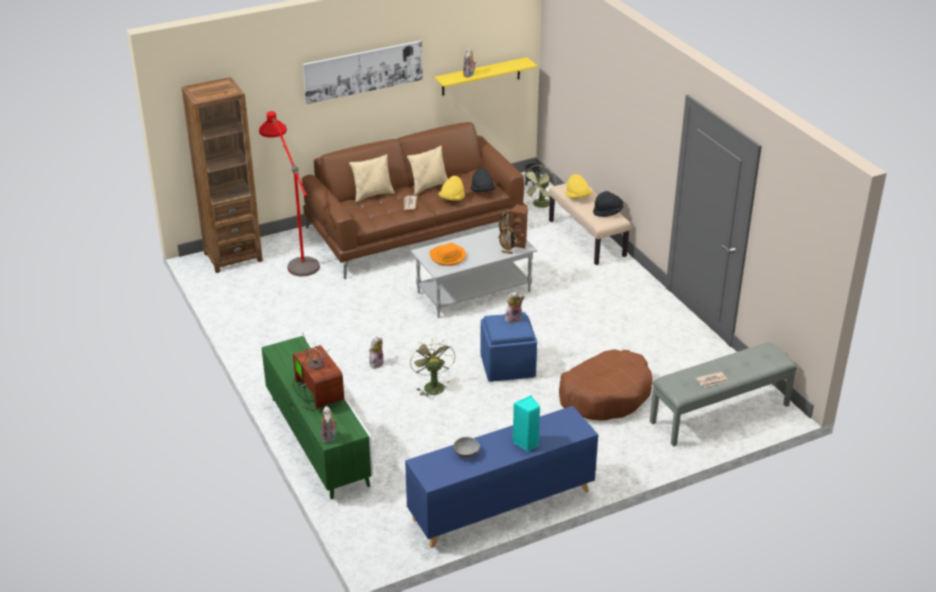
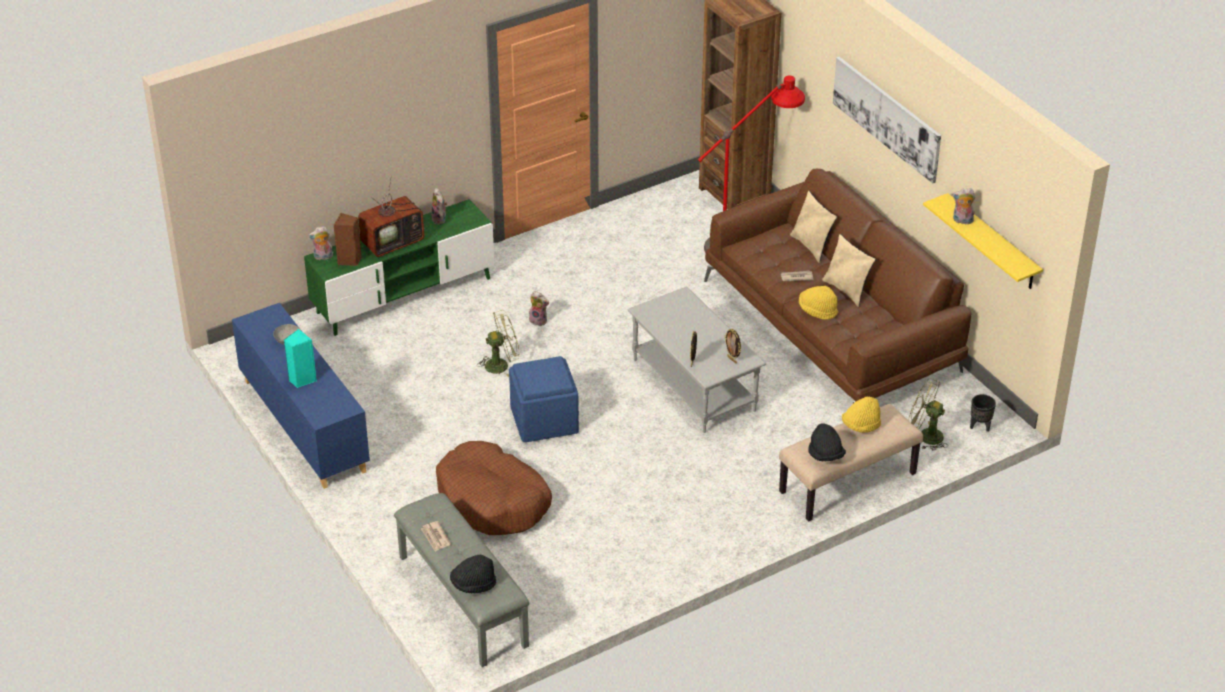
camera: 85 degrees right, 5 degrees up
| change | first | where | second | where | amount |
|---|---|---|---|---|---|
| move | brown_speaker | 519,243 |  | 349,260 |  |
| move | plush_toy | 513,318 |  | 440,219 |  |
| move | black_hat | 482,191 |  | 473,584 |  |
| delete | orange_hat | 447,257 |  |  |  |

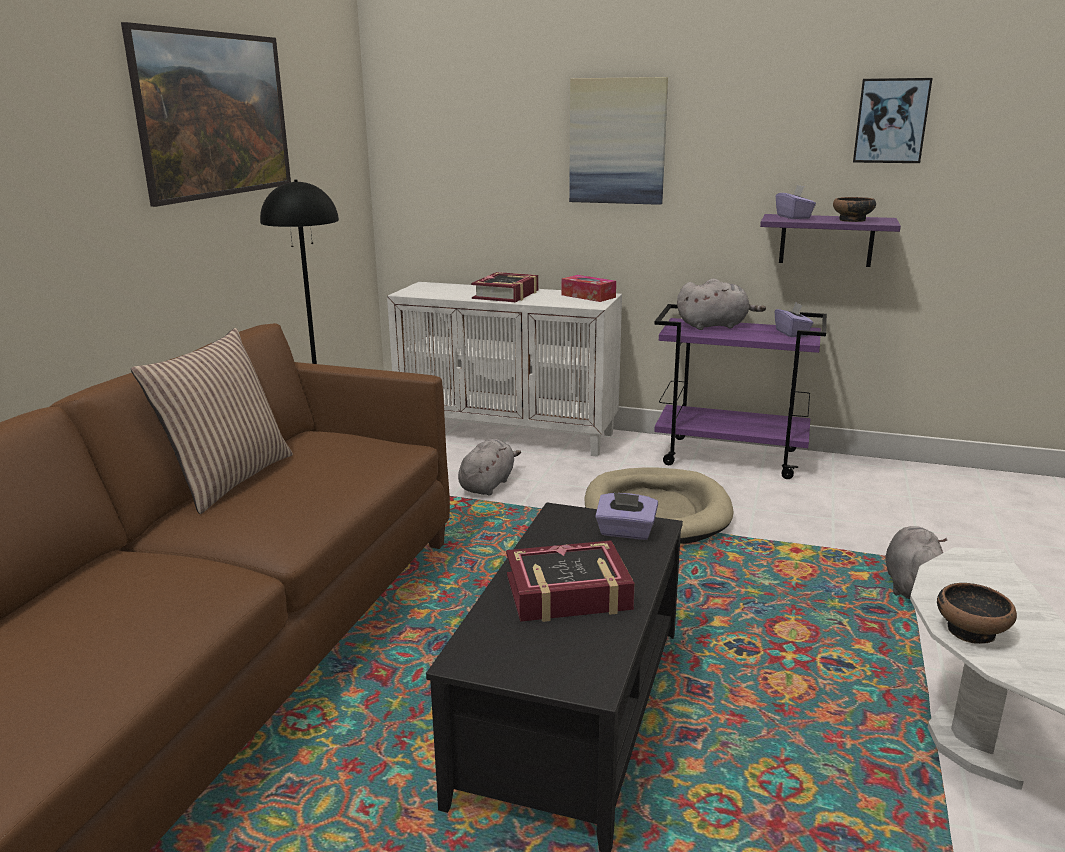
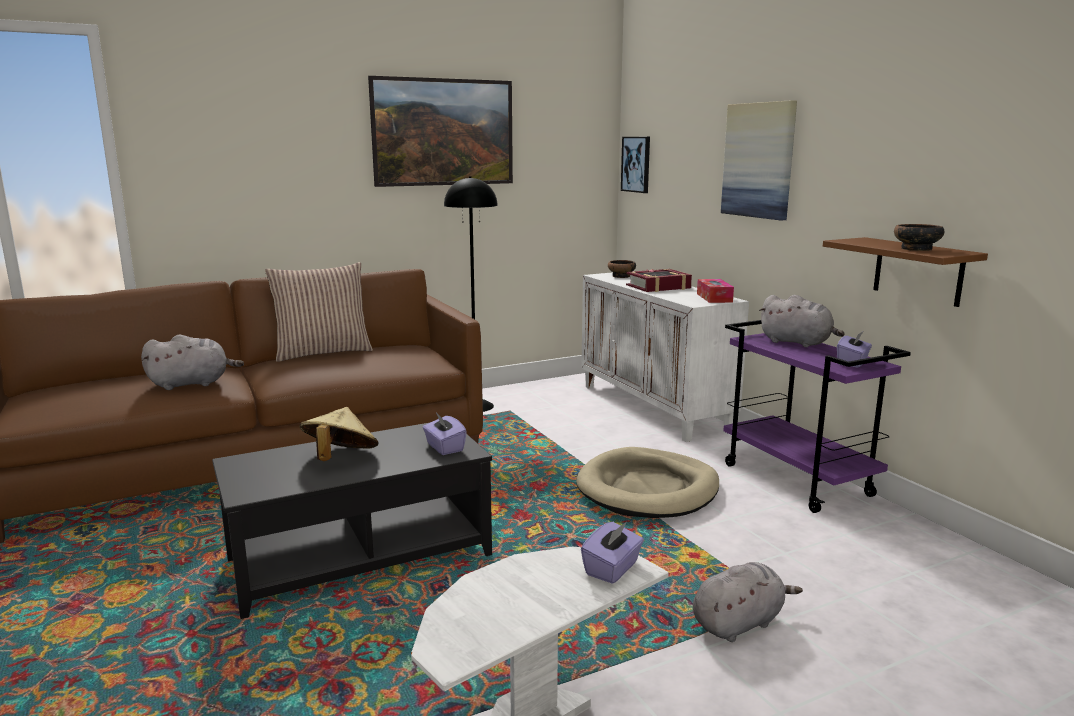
camera: 45 degrees right, 5 degrees down
| change | first | where | second | where | amount |
|---|---|---|---|---|---|
| move | grey_plush_toy | 488,485 |  | 193,384 |  |
| replace | book | 568,593 | beige_hat | 340,458 |  |
| move | purple_tissue_box | 794,217 |  | 612,569 |  |
| move | bowl | 971,631 |  | 621,276 |  |
| move | picture | 891,121 |  | 636,164 |  |
| recolor | purple_shelf | 826,240 | brown_shelf | 918,271 |  |

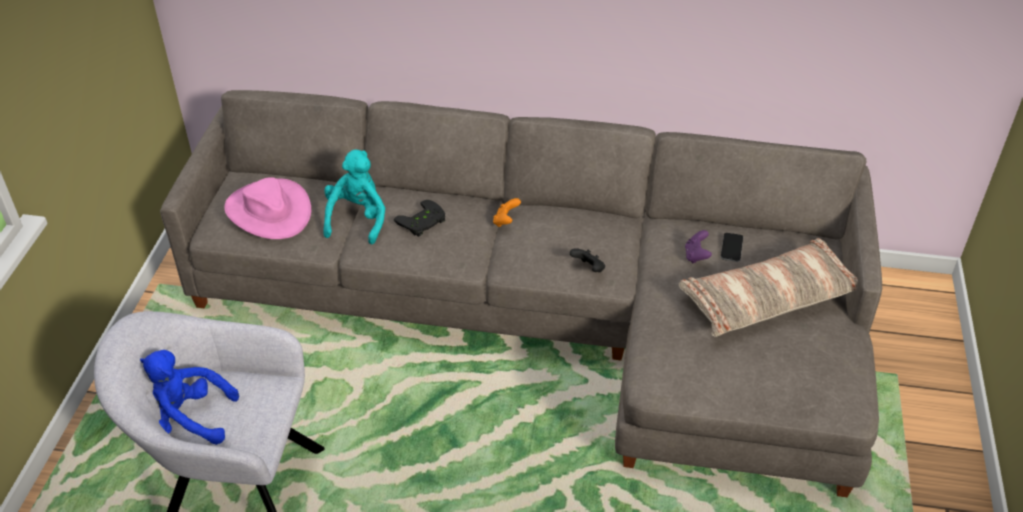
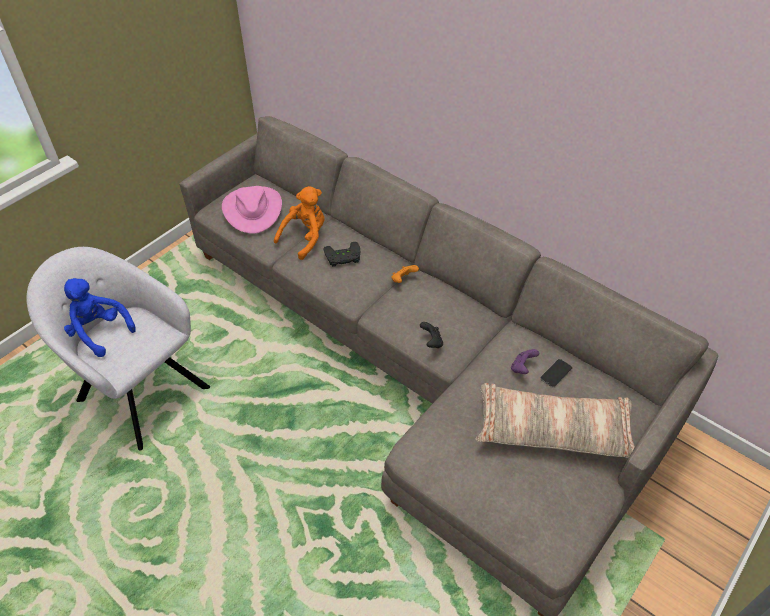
camera: 30 degrees right, 5 degrees up
| change | first | where | second | where | amount |
|---|---|---|---|---|---|
| recolor | turquoise_plush_toy | 357,219 | orange_plush_toy | 305,238 |  |

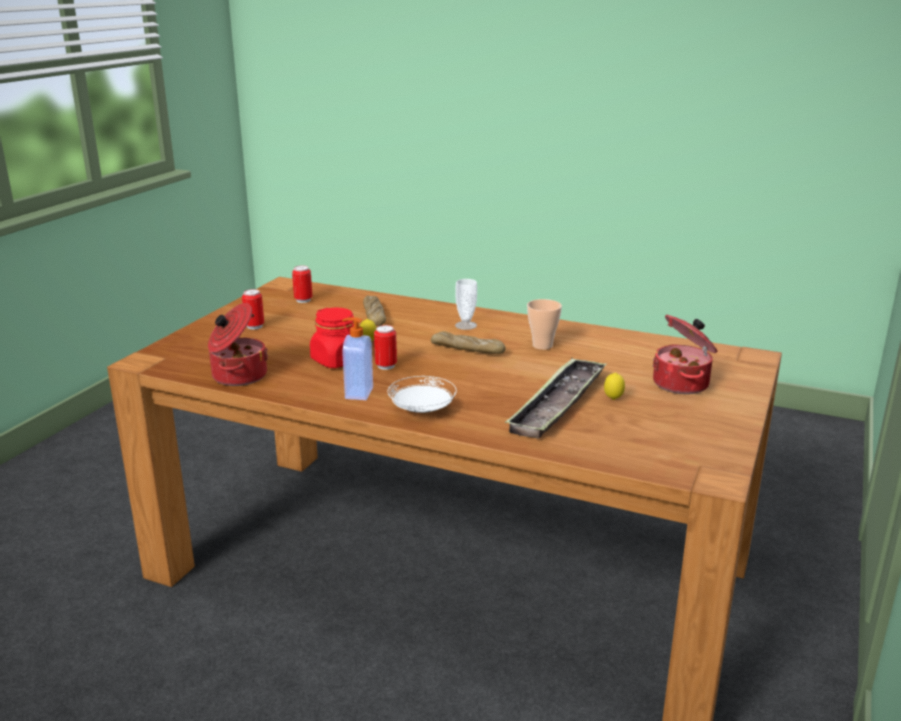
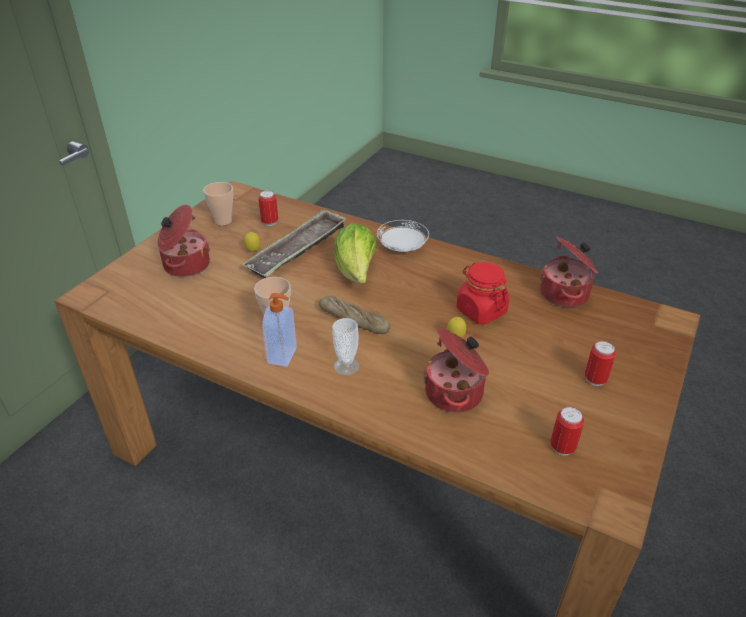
camera: 175 degrees left, 15 degrees up
| change | first | where | second | where | amount |
|---|---|---|---|---|---|
| insert |  |  | cup | 223,221 |  |
| move | can | 386,366 |  | 270,222 |  |
| move | soap_dispenser | 358,393 |  | 283,356 |  |
| insert |  |  | lettuce | 356,272 |  |
| replace | bread | 374,317 | cooking_pot | 455,393 |  |

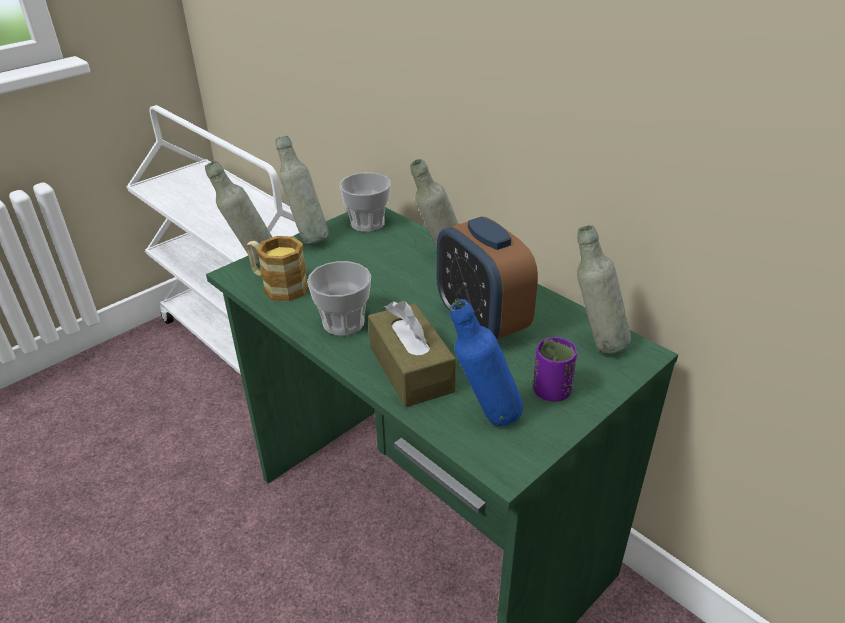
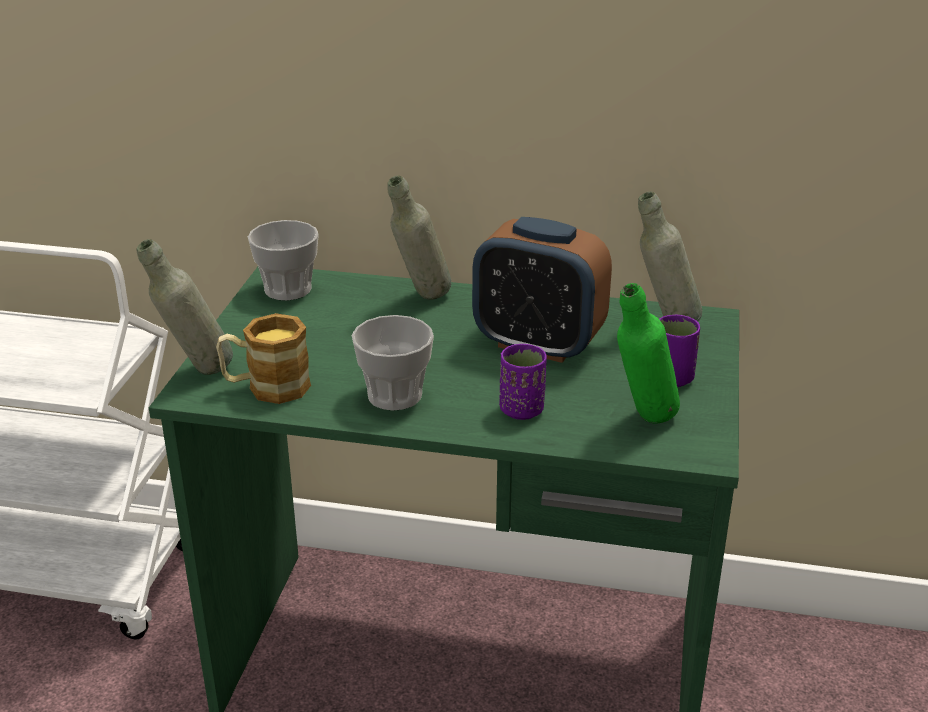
camera: 35 degrees left, 5 degrees down
| change | first | where | second | where | amount |
|---|---|---|---|---|---|
| replace | brown_tissue_box | 411,369 | purple_cup | 521,410 |  |
| recolor | blue_bottle | 485,419 | green_bottle | 642,423 |  |
| delete | grey_bottle | 307,239 |  |  |  |

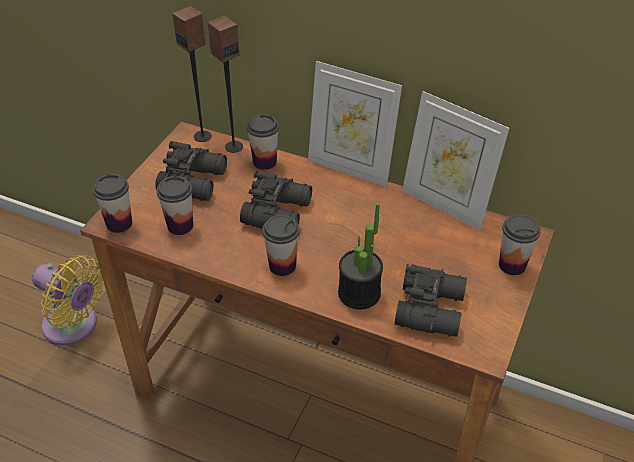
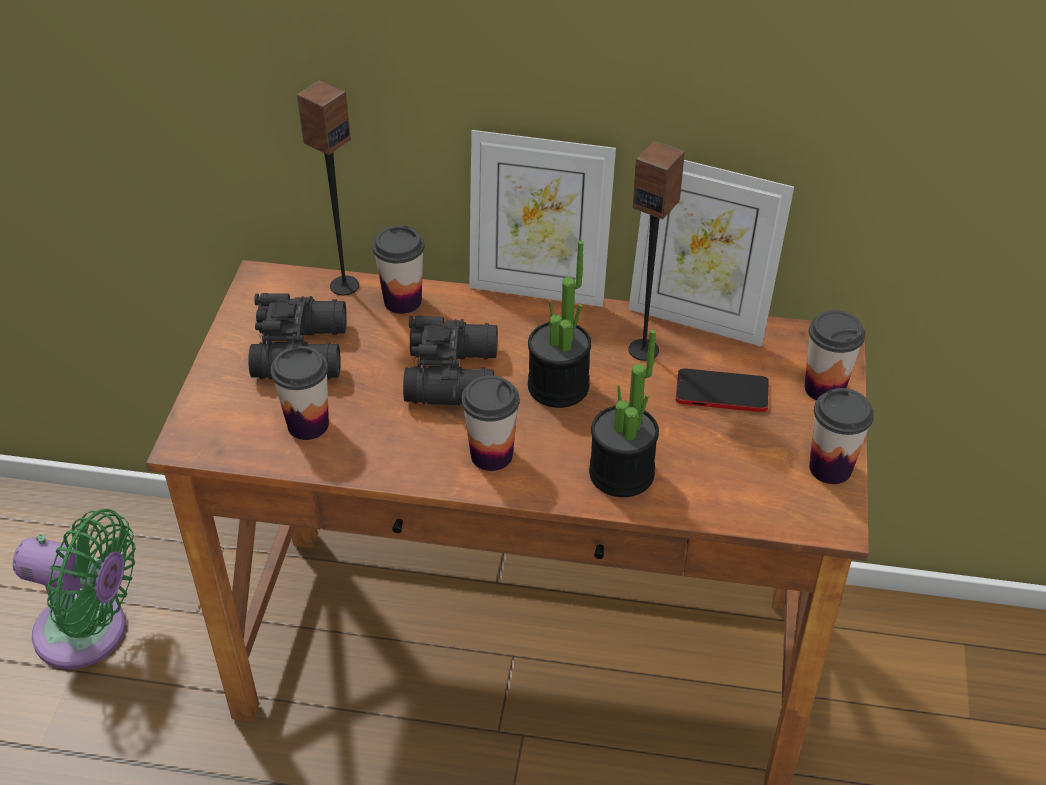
camera: 15 degrees left, 0 degrees up
| change | first | where | second | where | amount |
|---|---|---|---|---|---|
| recolor | yellow_fan | 74,326 | green_fan | 90,633 |  |
| insert |  |  | potted_plant | 558,386 |  |
| move | speaker | 203,136 |  | 644,349 |  |
| insert |  |  | phone | 722,392 |  |
| move | cup | 119,223 |  | 830,468 |  |
| delete | black_binoculars | 432,308 |  |  |  |

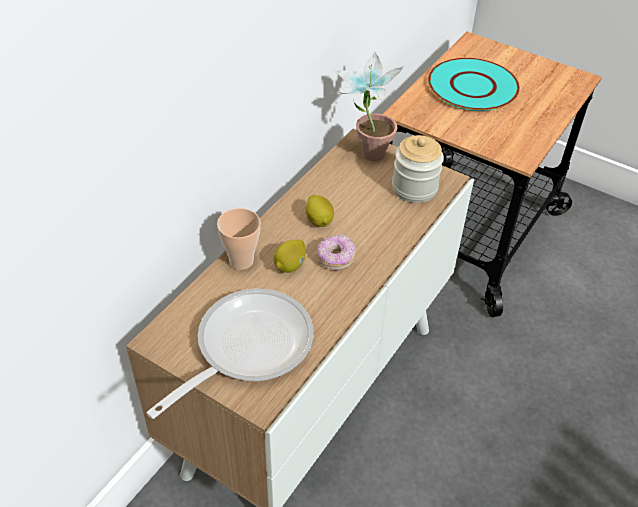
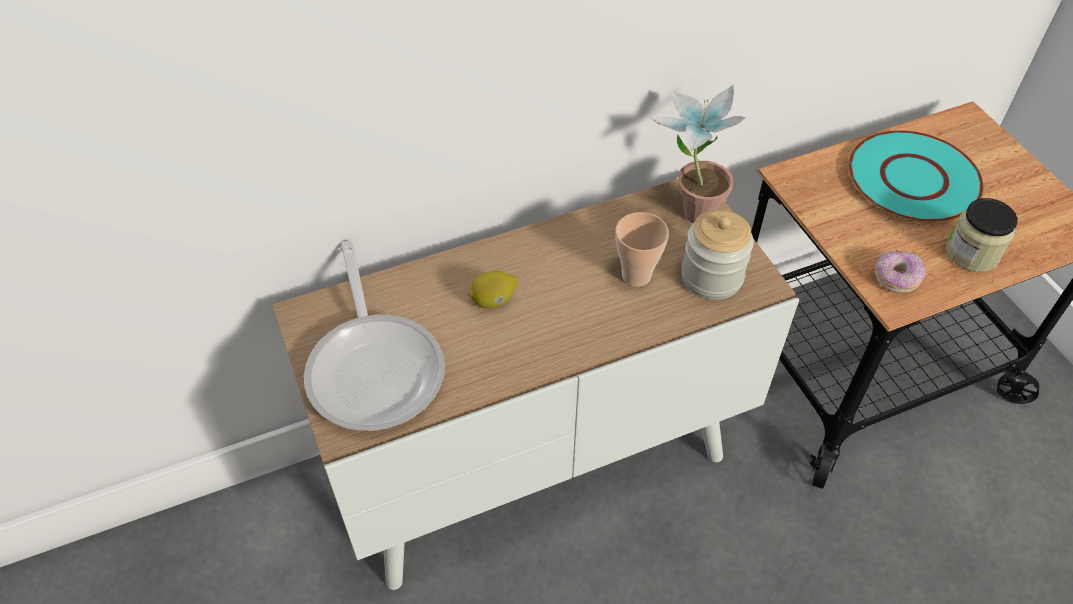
camera: 35 degrees right, 5 degrees up
| change | first | where | second | where | amount |
|---|---|---|---|---|---|
| rotate | frying_pan | 246,348 |  | 375,367 | 90 degrees clockwise |
| move | cup | 241,261 |  | 636,275 |  |
| move | donut | 335,258 |  | 896,278 |  |
| insert |  |  | jar | 972,253 |  |
| delete | lemon | 319,220 |  |  |  |

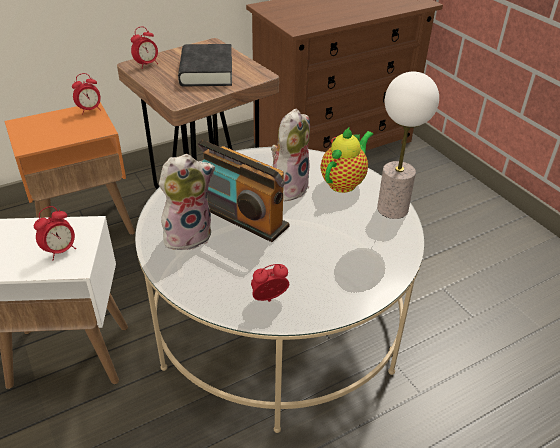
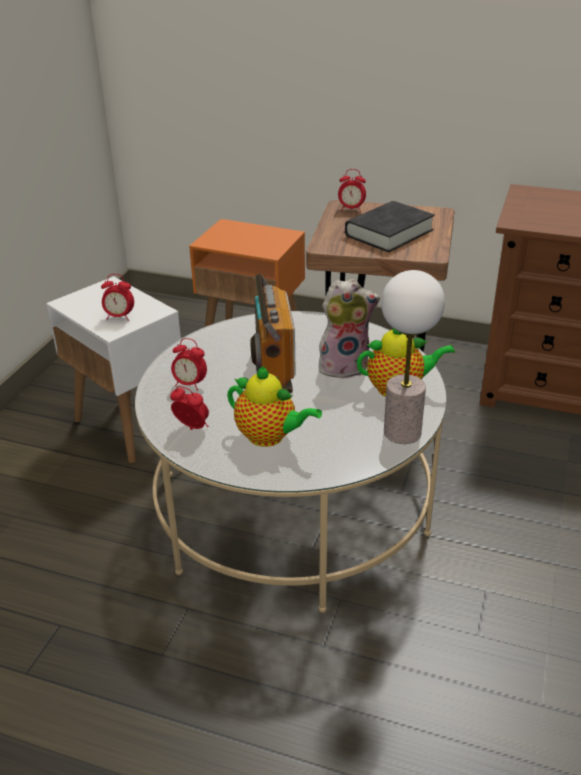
camera: 50 degrees right, 5 degrees down
| change | first | where | second | where | amount |
|---|---|---|---|---|---|
| move | alarm_clock | 90,110 |  | 190,384 |  |
| insert |  |  | teapot | 269,437 |  |
| delete | plush_toy | 188,235 |  |  |  |

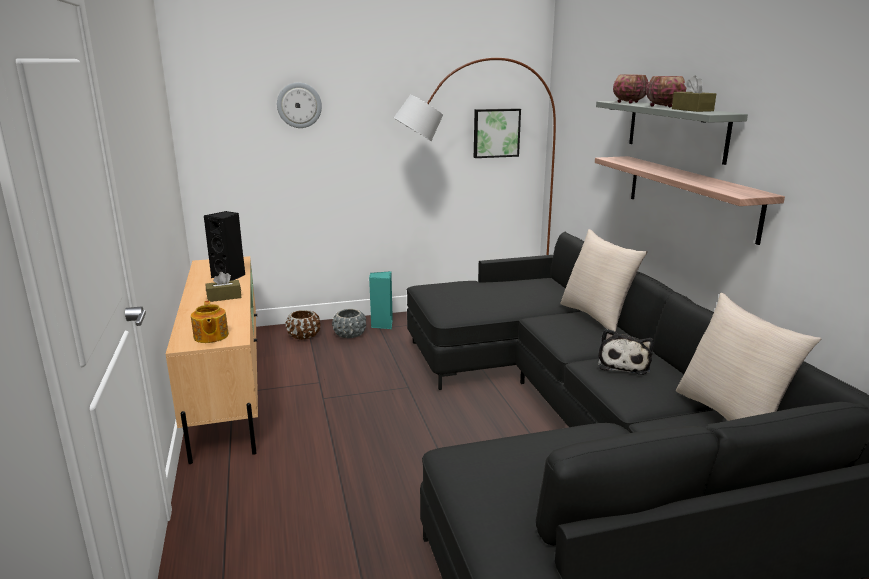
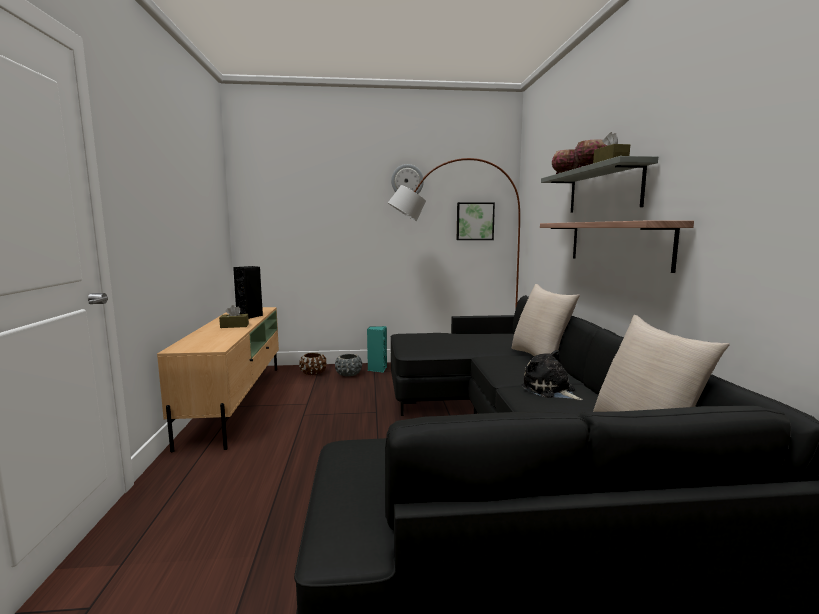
camera: 10 degrees right, 10 degrees down
| change | first | where | second | where | amount |
|---|---|---|---|---|---|
| move | wall_clock | 299,105 |  | 407,181 |  |
| rotate | plush_toy | 623,364 |  | 550,390 | 120 degrees clockwise |
| delete | teapot | 210,336 |  |  |  |

